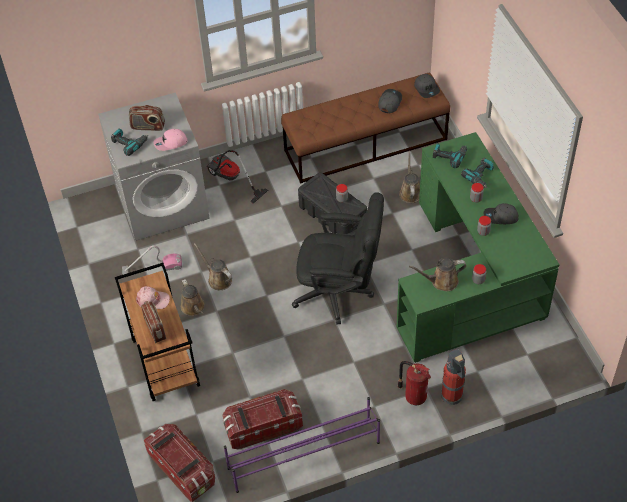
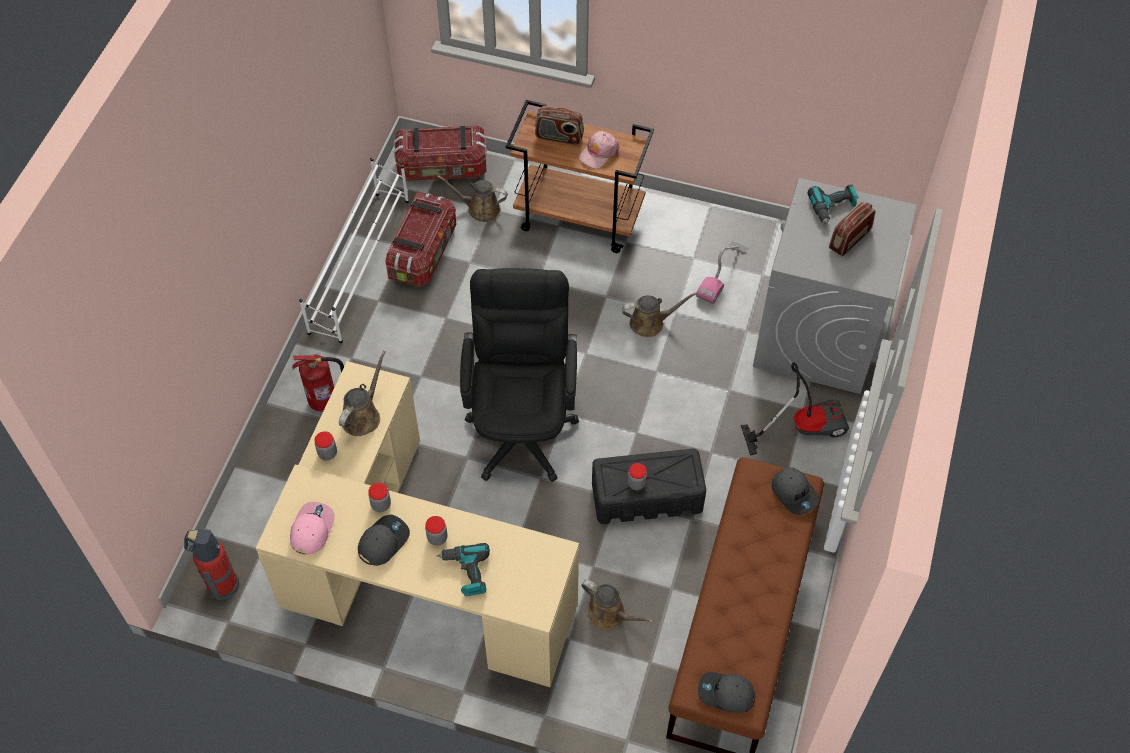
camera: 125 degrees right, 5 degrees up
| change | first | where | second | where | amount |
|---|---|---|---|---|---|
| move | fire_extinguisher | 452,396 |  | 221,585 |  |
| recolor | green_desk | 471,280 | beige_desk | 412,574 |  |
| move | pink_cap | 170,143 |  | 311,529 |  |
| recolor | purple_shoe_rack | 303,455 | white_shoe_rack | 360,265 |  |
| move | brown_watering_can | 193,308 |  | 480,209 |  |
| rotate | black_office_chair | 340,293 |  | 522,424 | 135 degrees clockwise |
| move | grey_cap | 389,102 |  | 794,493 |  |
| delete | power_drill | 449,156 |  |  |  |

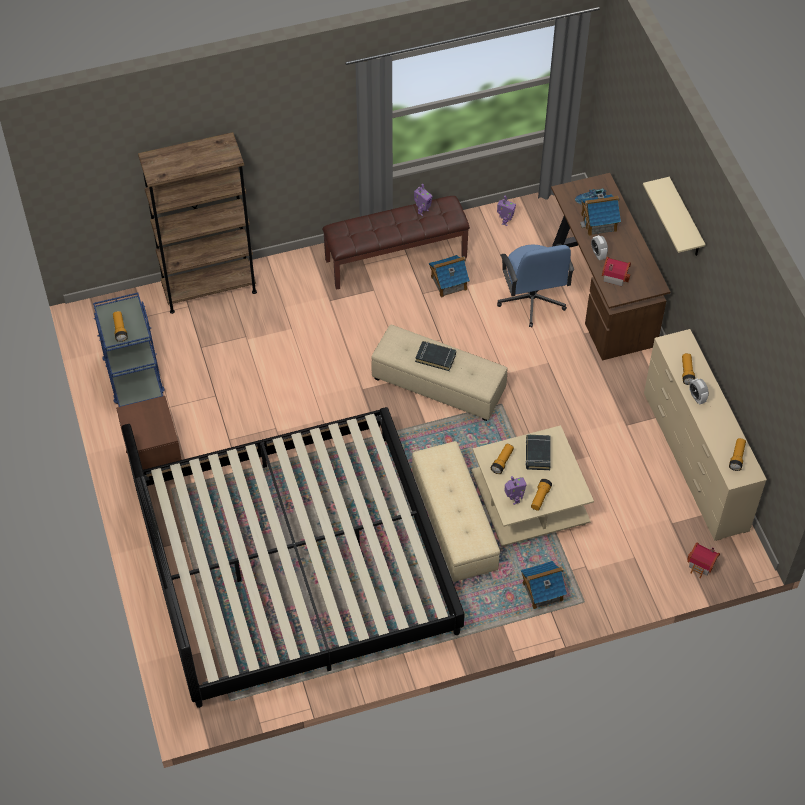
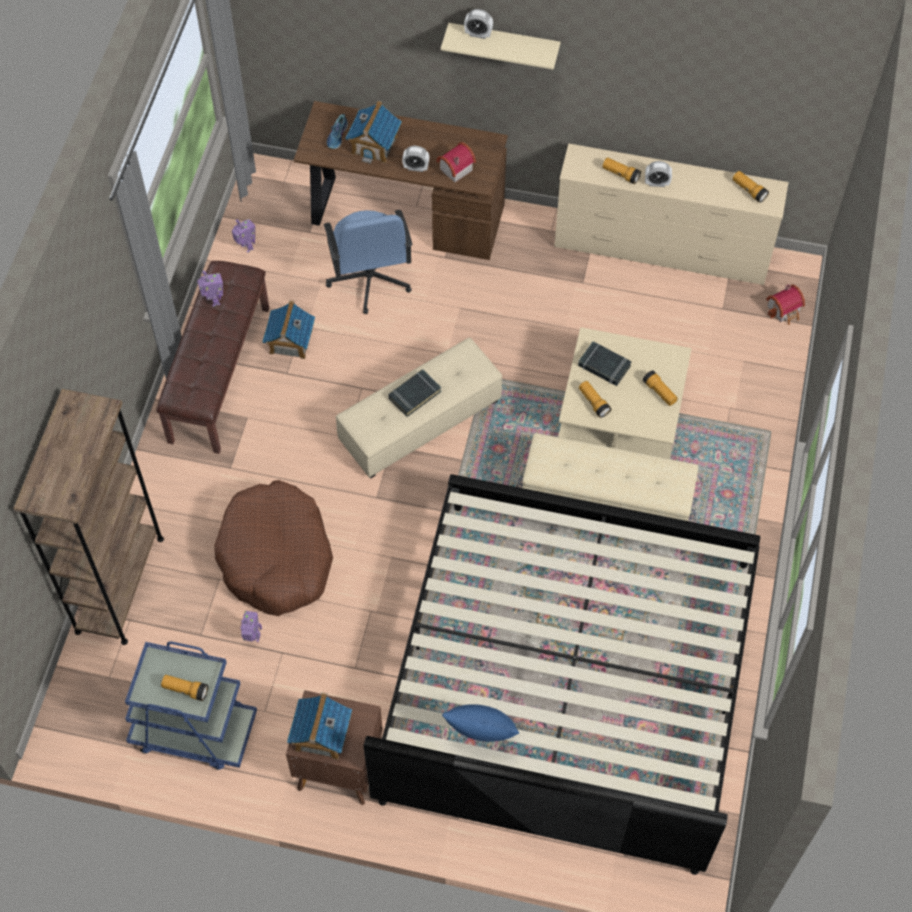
camera: 60 degrees left, 5 degrees up
| change | first | where | second | where | amount |
|---|---|---|---|---|---|
| insert |  |  | brown_dog_bed | 276,557 |  |
| move | toy_robot | 513,499 |  | 252,638 |  |
| move | toy_house | 542,591 |  | 321,735 |  |
| rotate | blue_office_chair | 531,300 |  | 369,279 | 60 degrees clockwise |
| insert |  |  | blue_pillow | 481,736 |  |
| insert |  |  | alarm_clock | 478,34 |  |

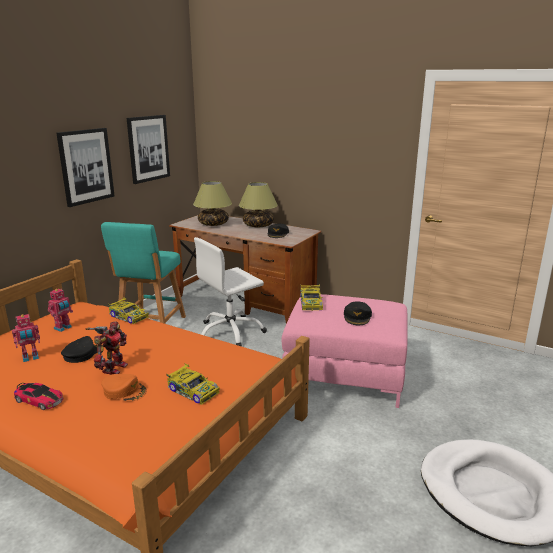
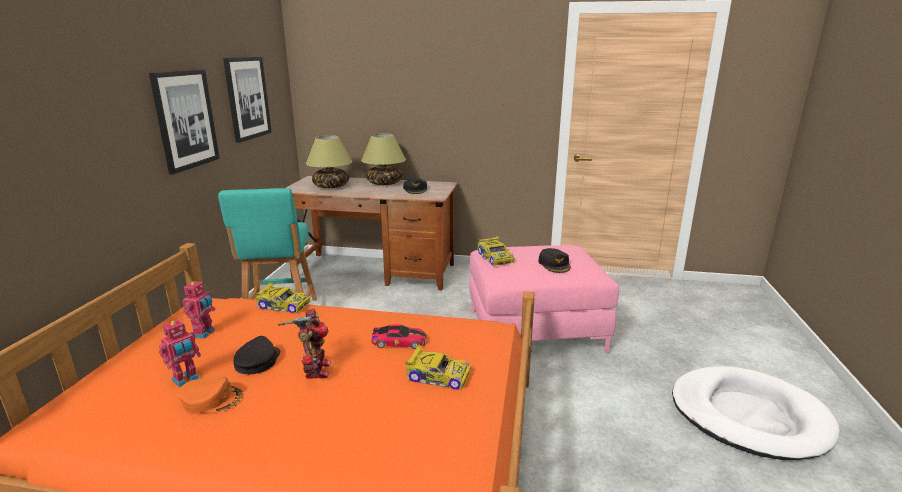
camera: 20 degrees left, 0 degrees up
| change | first | where | second | where | amount |
|---|---|---|---|---|---|
| move | orange_cap | 124,391 |  | 212,400 |  |
| move | toy_car | 39,400 |  | 399,342 |  |
| delete | white_office_chair | 230,332 |  |  |  |

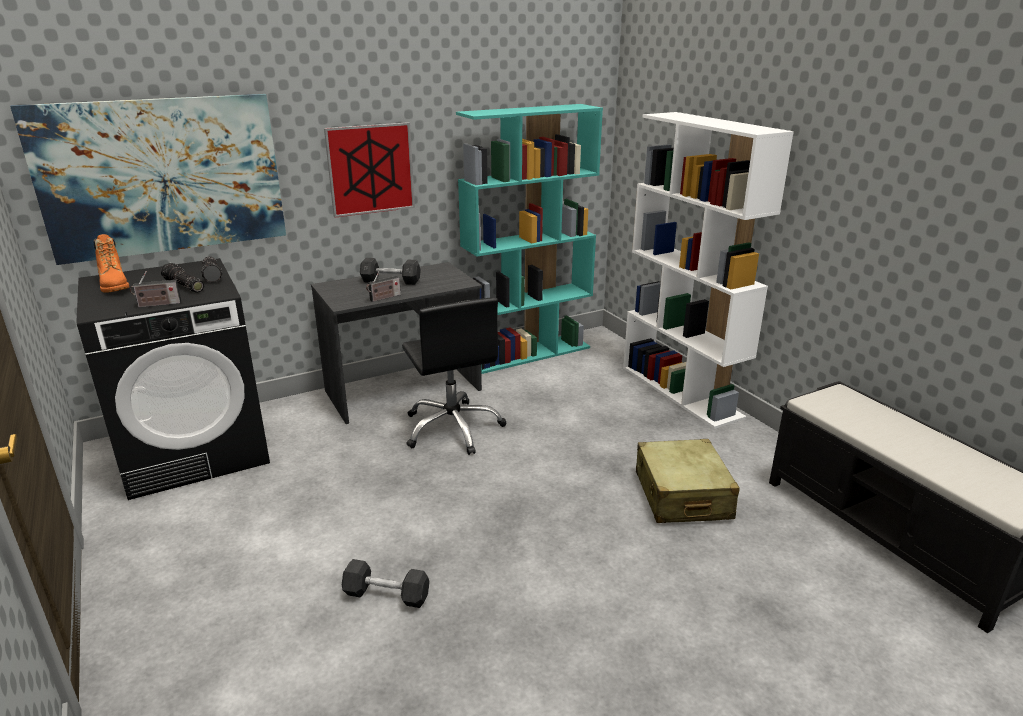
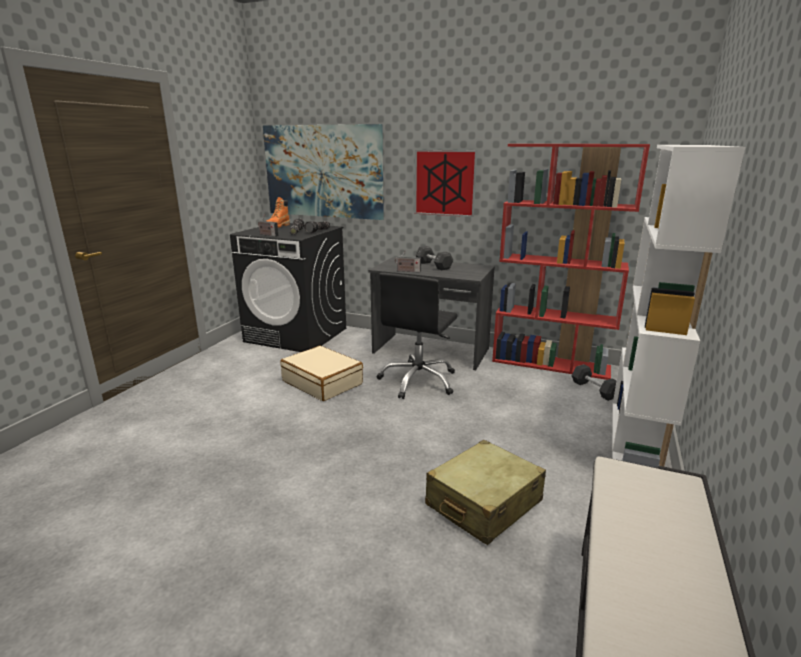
camera: 50 degrees right, 5 degrees down
| change | first | where | second | where | amount |
|---|---|---|---|---|---|
| insert |  |  | beige_suitcase | 322,382 |  |
| recolor | turquoise_bookcase | 528,353 | red_bookcase | 551,364 |  |
| move | grey_dumbbell | 386,595 |  | 594,390 |  |

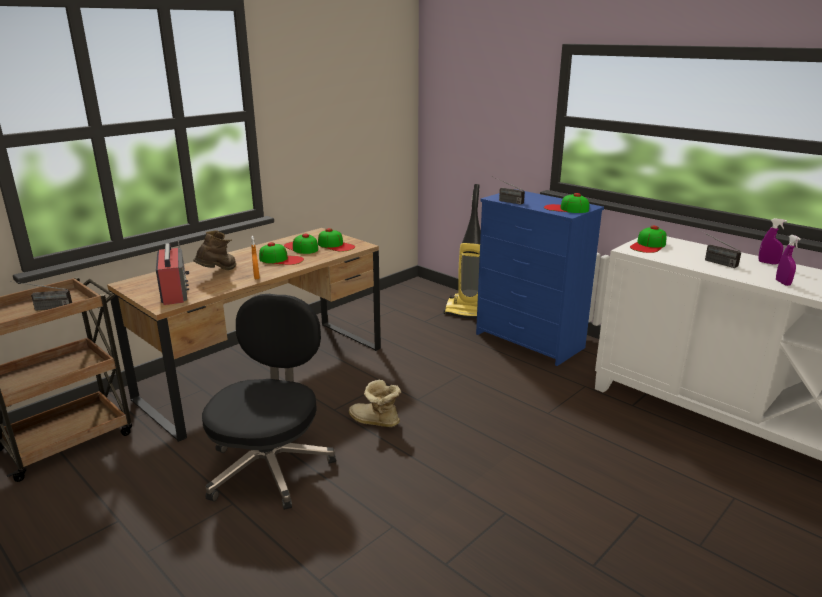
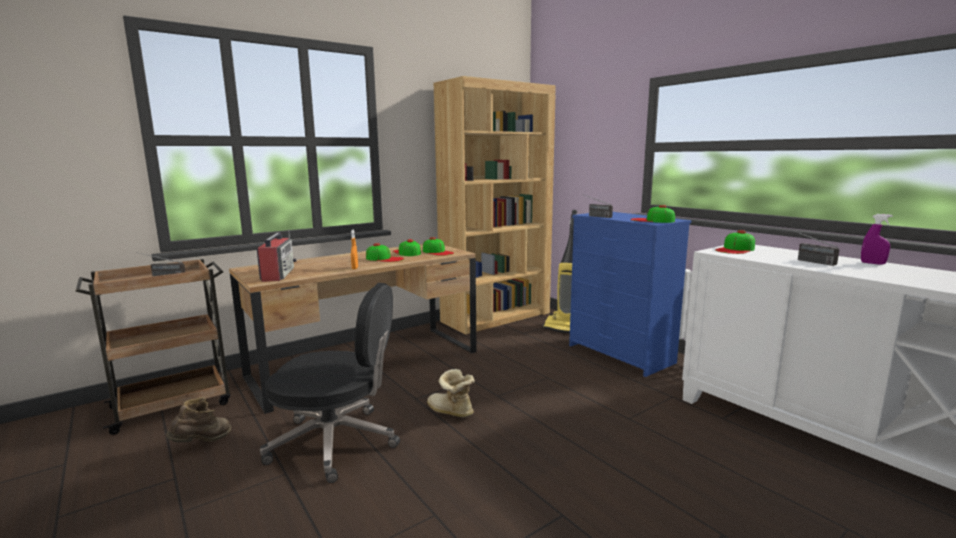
camera: 10 degrees right, 10 degrees down
| change | first | where | second | where | amount |
|---|---|---|---|---|---|
| move | brown_boot | 218,273 |  | 203,443 |  |
| rotate | black_office_chair | 271,466 |  | 336,442 | 75 degrees clockwise |
| insert |  |  | brown_bookcase | 496,317 |  |
| delete | purple_spray_bottle | 783,283 |  |  |  |

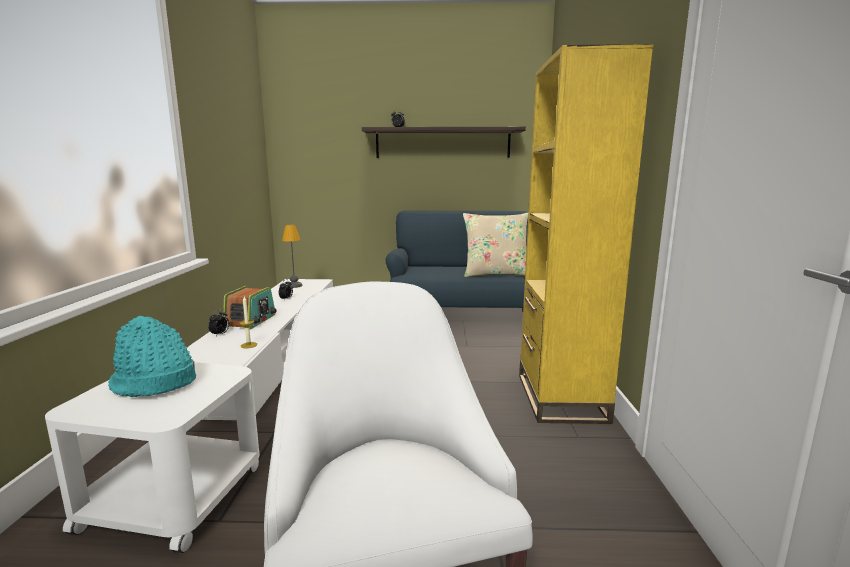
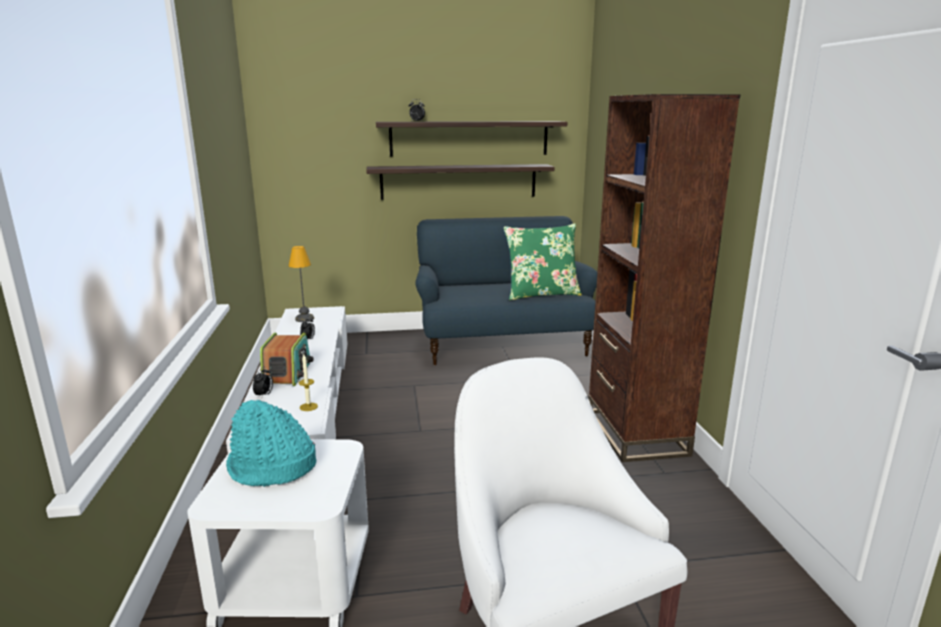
camera: 10 degrees left, 5 degrees up
| change | first | where | second | where | amount |
|---|---|---|---|---|---|
| insert |  |  | shelf | 458,181 |  |
| recolor | beige_pillow | 495,274 | green_pillow | 541,294 |  |
| recolor | yellow_bookcase | 560,397 | brown_bookcase | 635,432 |  |

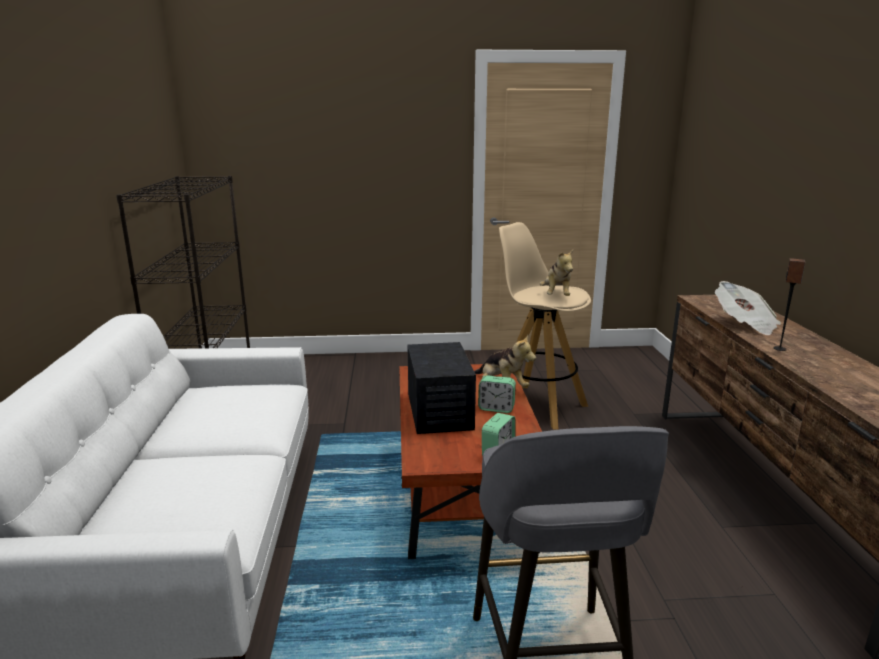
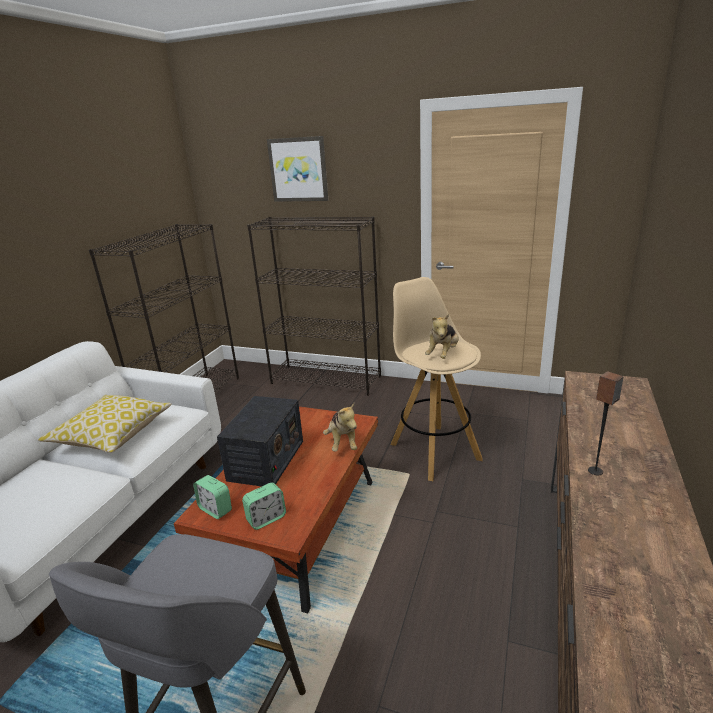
camera: 25 degrees right, 5 degrees up
| change | first | where | second | where | amount |
|---|---|---|---|---|---|
| insert |  |  | pillow | 112,435 |  |
| move | alarm_clock | 496,408 |  | 215,509 |  |
| insert |  |  | black_bookcase | 326,380 |  |
| insert |  |  | picture | 298,169 |  |
| delete | newspaper | 745,324 |  |  |  |

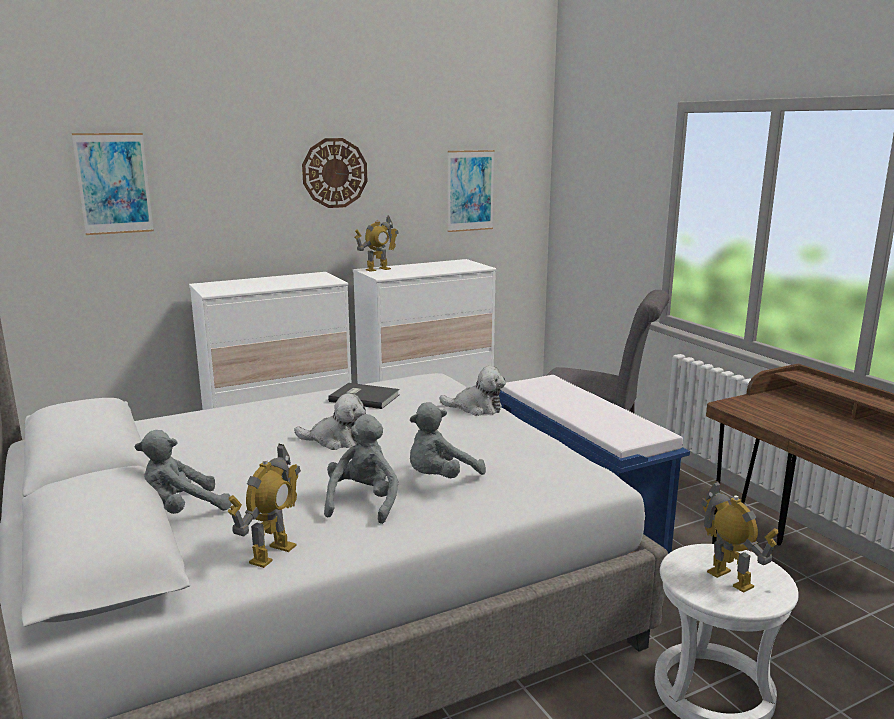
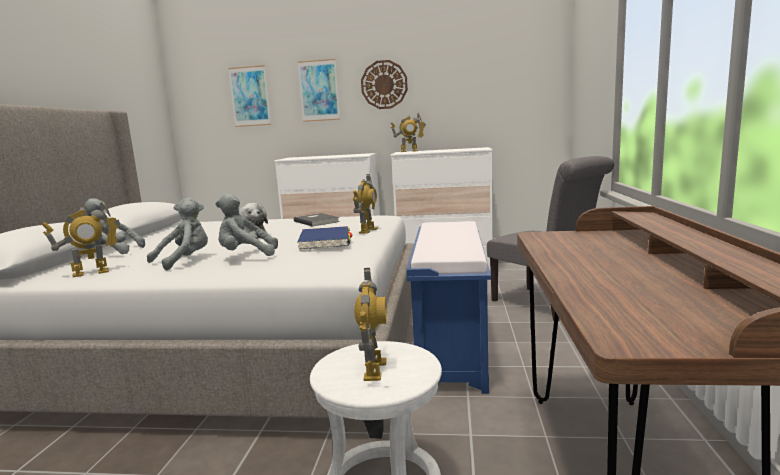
camera: 35 degrees right, 5 degrees down
| change | first | where | second | where | amount |
|---|---|---|---|---|---|
| move | picture | 470,190 |  | 319,90 |  |
| insert |  |  | blue_book | 325,241 |  |
| replace | plush_toy | 476,408 | toy_robot | 367,230 |  |

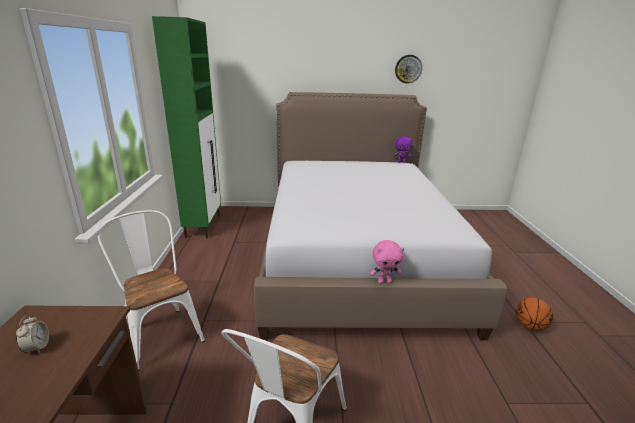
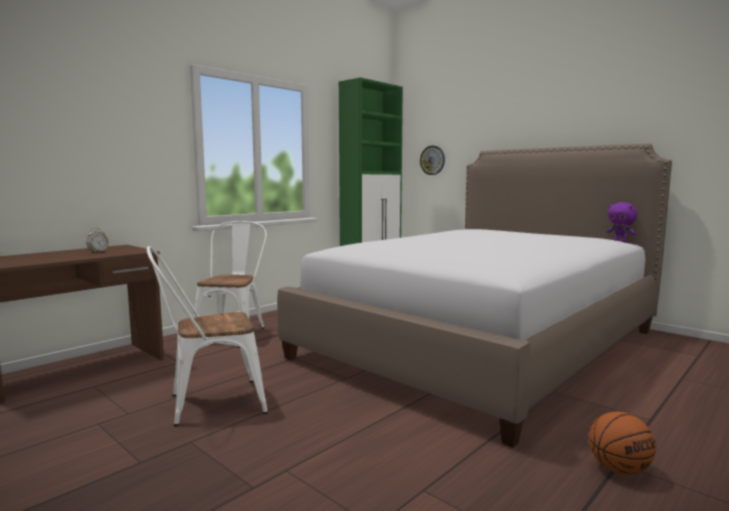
camera: 45 degrees right, 15 degrees down
| change | first | where | second | where | amount |
|---|---|---|---|---|---|
| move | wall_clock | 408,69 |  | 432,160 |  |
| delete | pink_plush_toy | 384,281 |  |  |  |

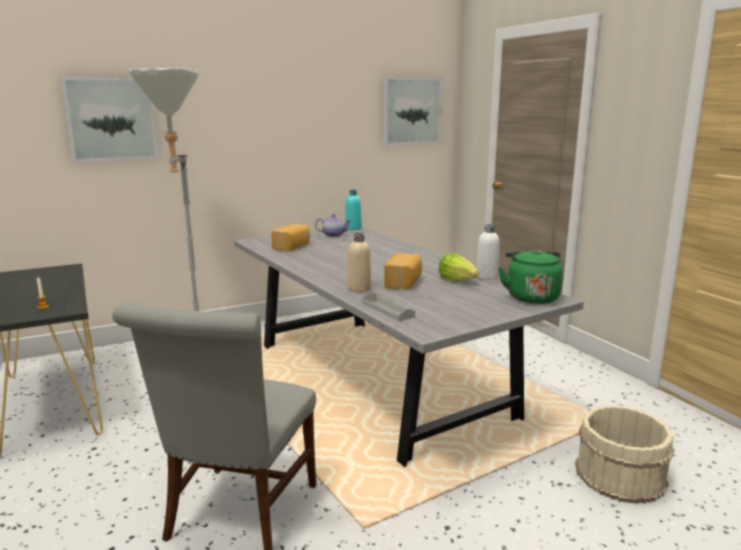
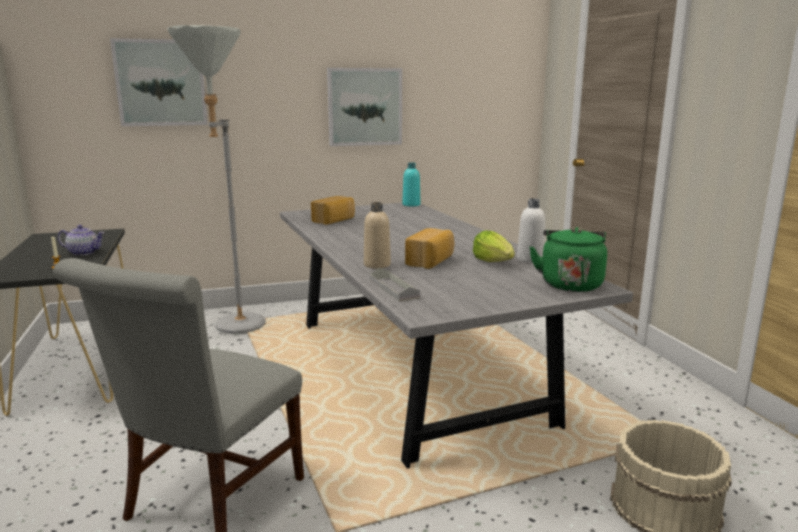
camera: 10 degrees right, 0 degrees up
| change | first | where | second | where | amount |
|---|---|---|---|---|---|
| move | teapot | 333,235 |  | 84,252 |  |
| move | picture | 412,111 |  | 365,107 |  |

